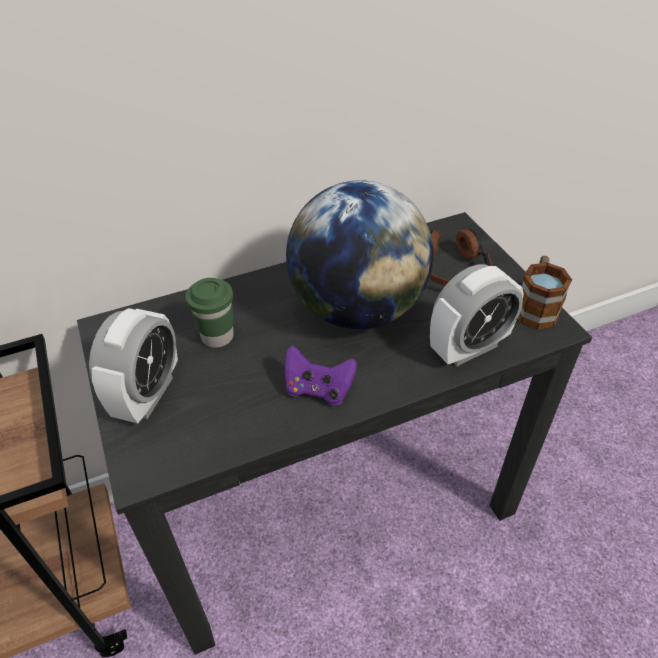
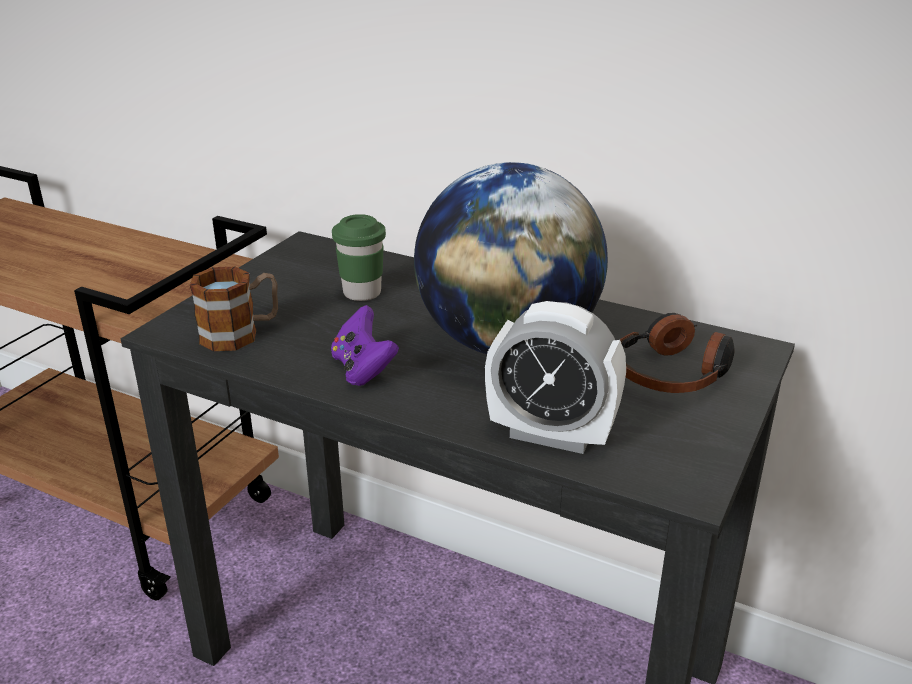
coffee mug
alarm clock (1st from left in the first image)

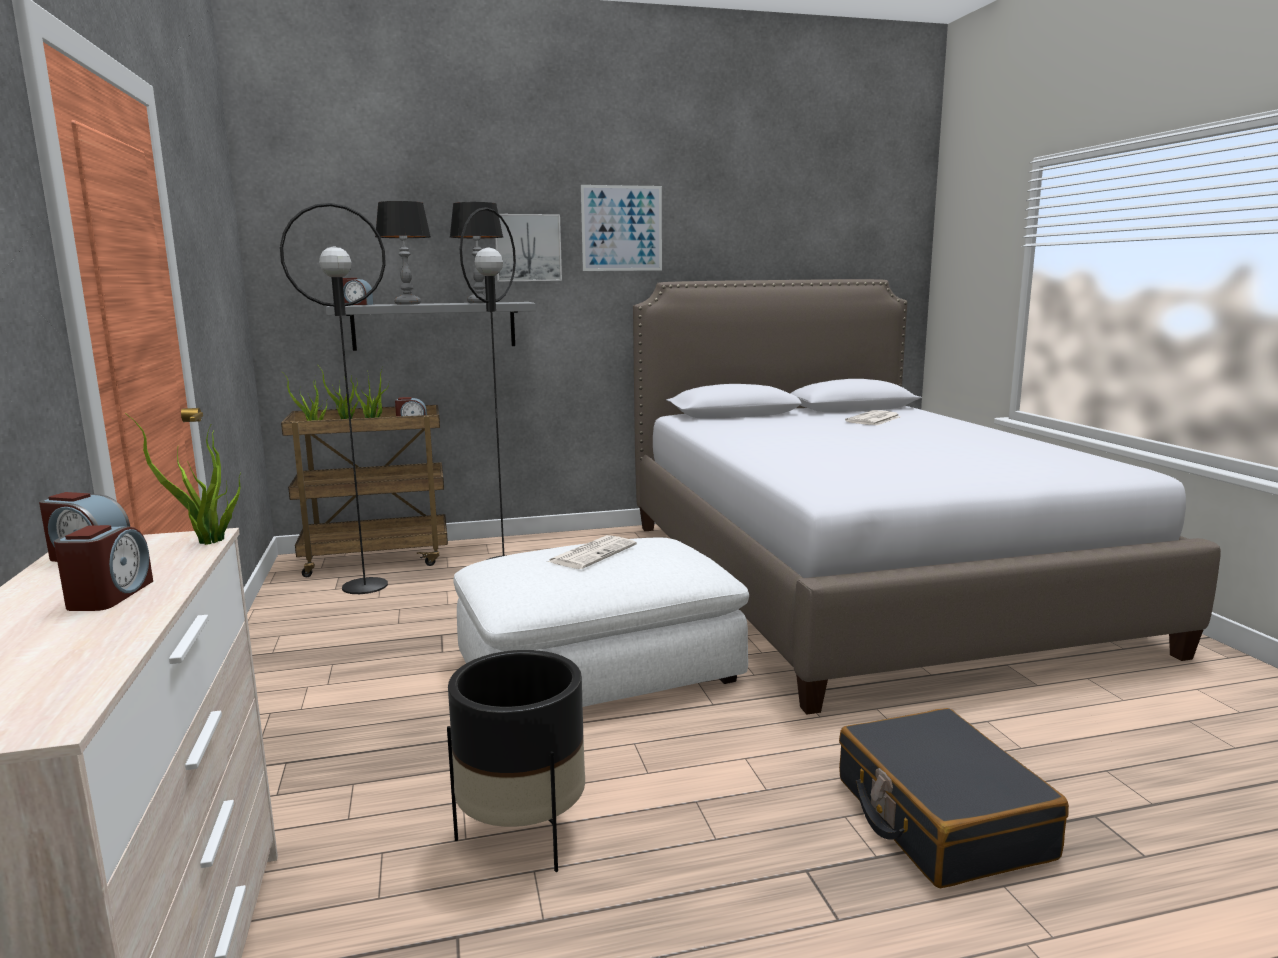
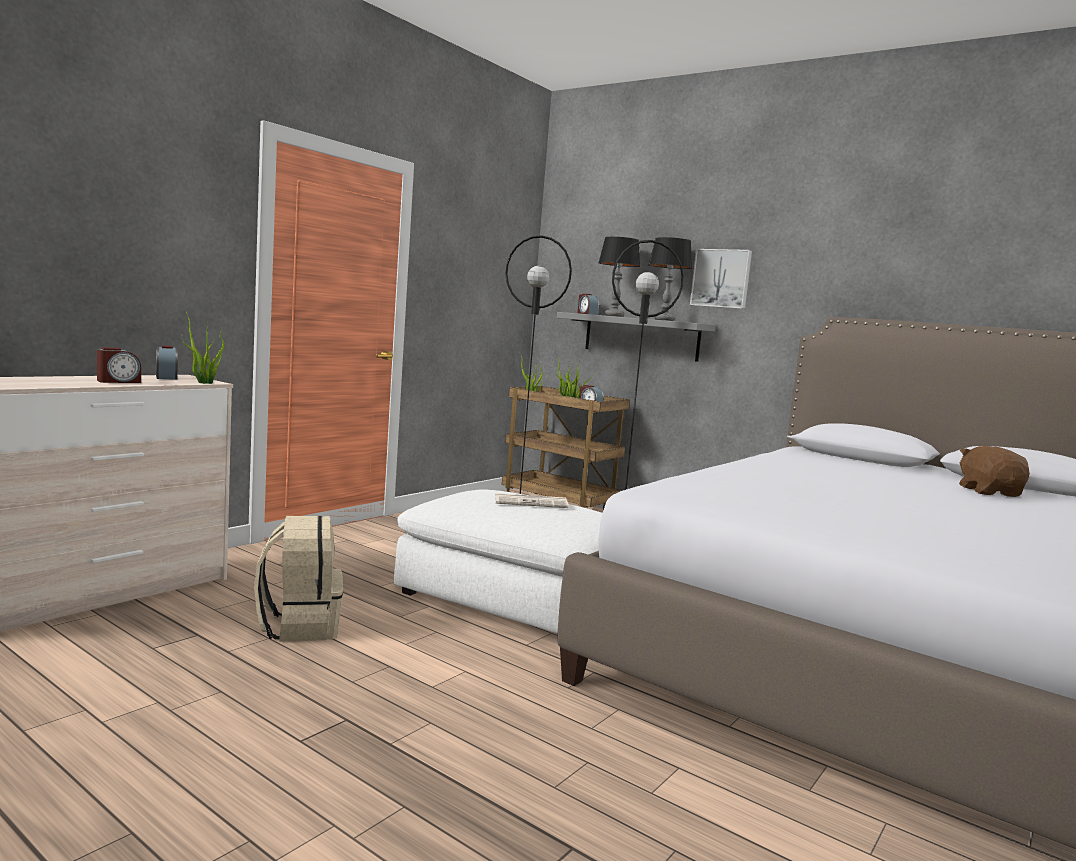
knapsack (beige-coloured)
plush toy (brown)
wall picture (2nd from left in the first image)
suitcase (black)

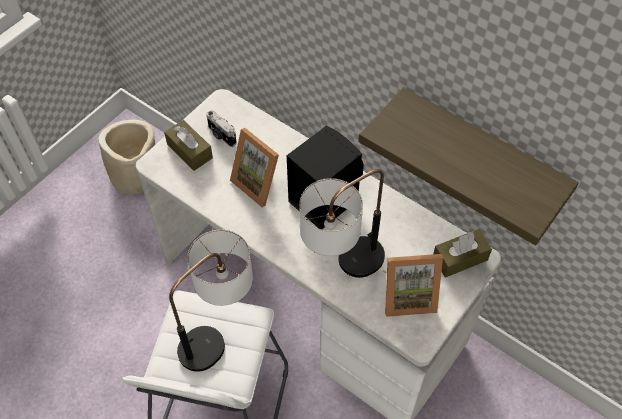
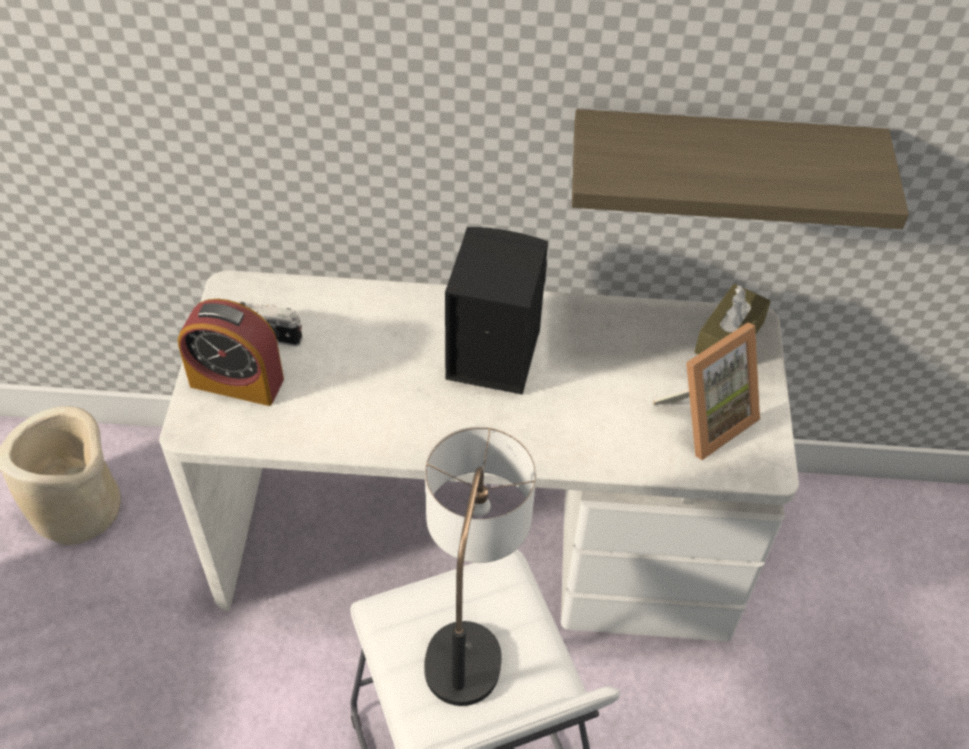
alarm clock
standing frame (1st from left in the first image)
table lamp (2nd from left in the first image)

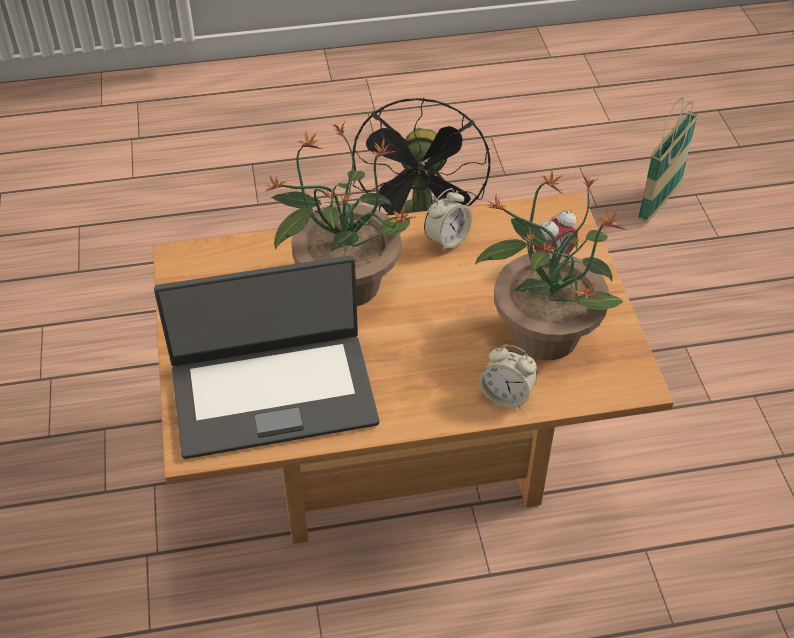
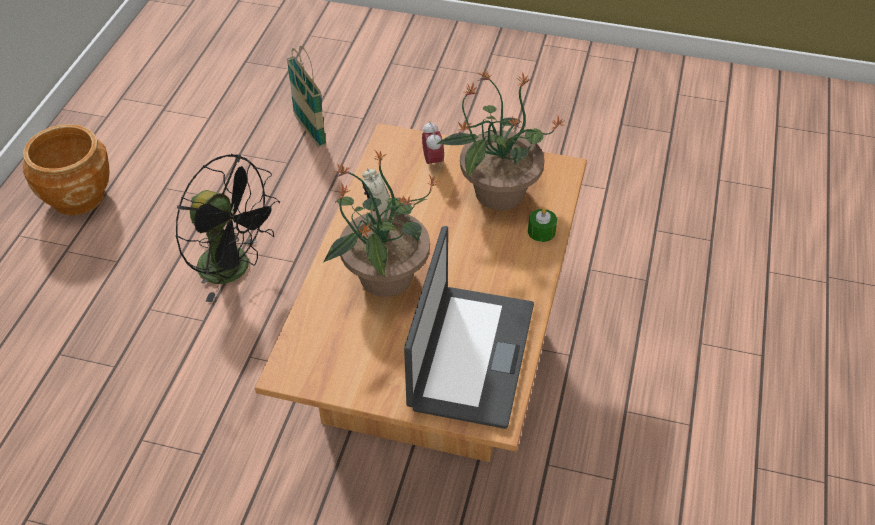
planter (brown)
wax light (green)

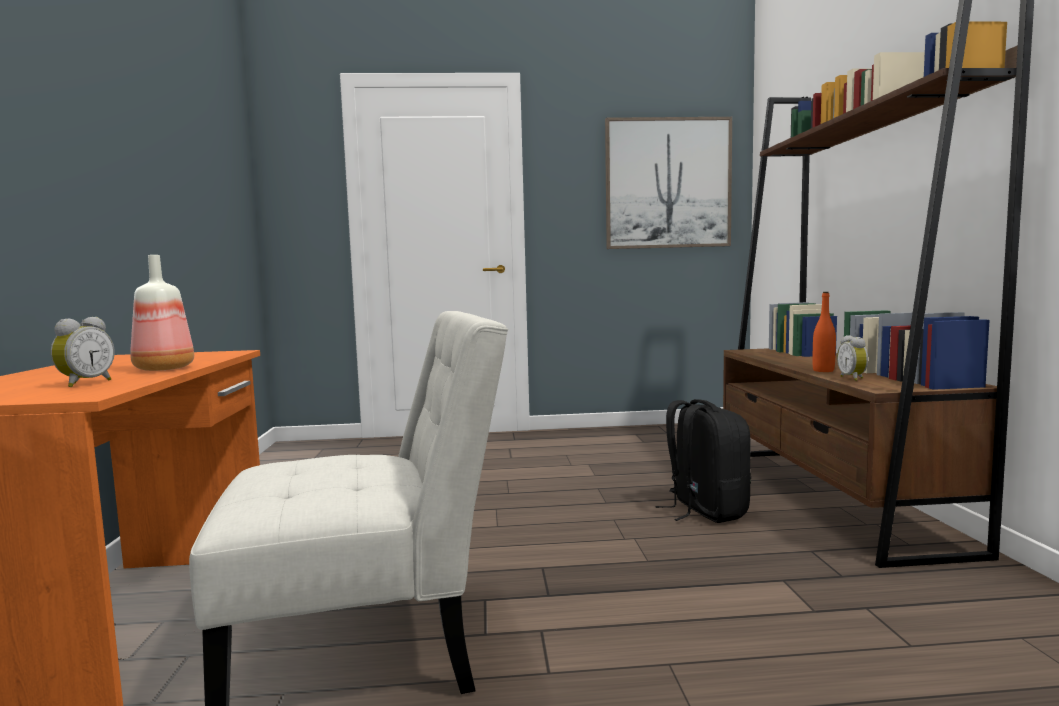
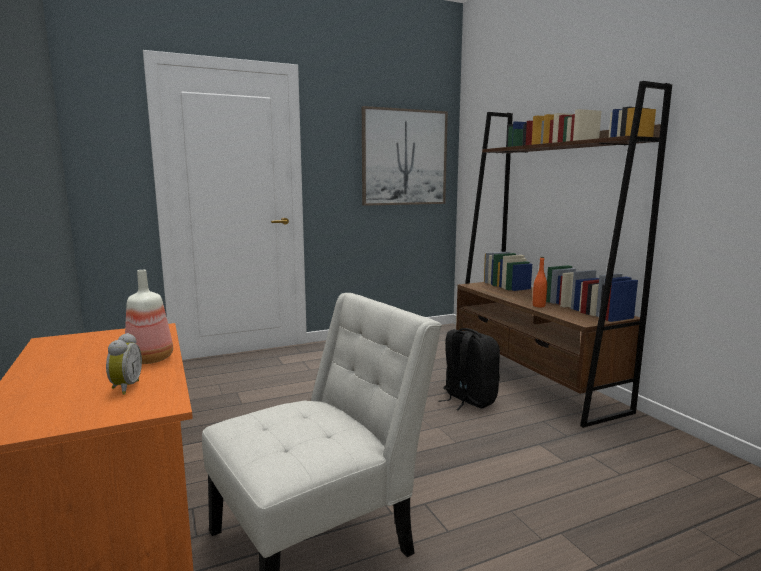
alarm clock (2nd from left in the first image)

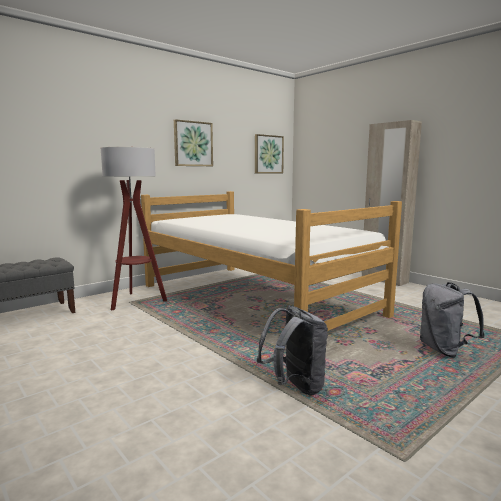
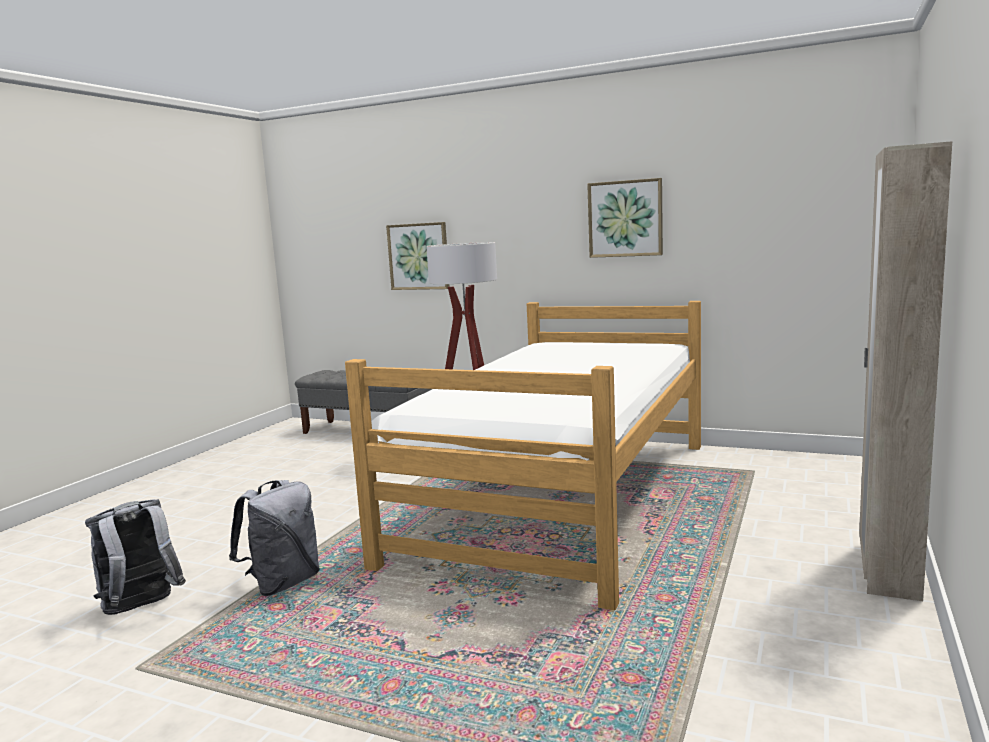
knapsack (greyish) (1st from left)
wall picture (1st from left)

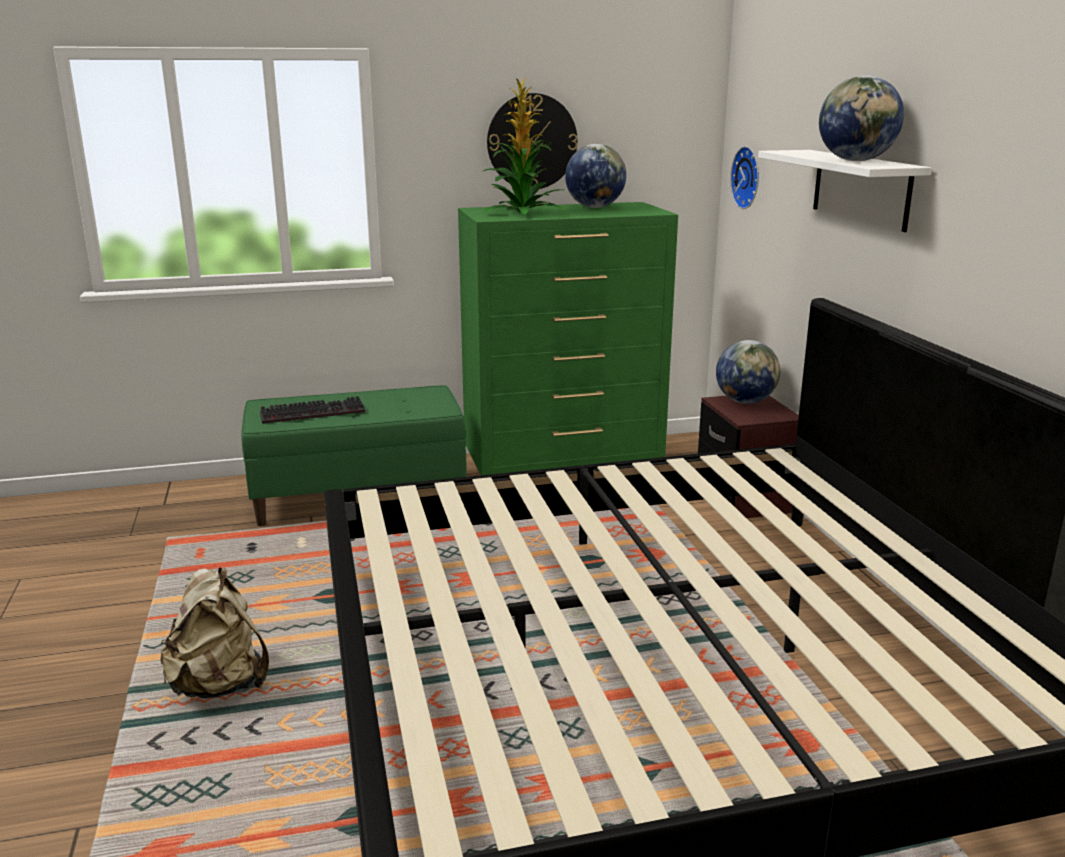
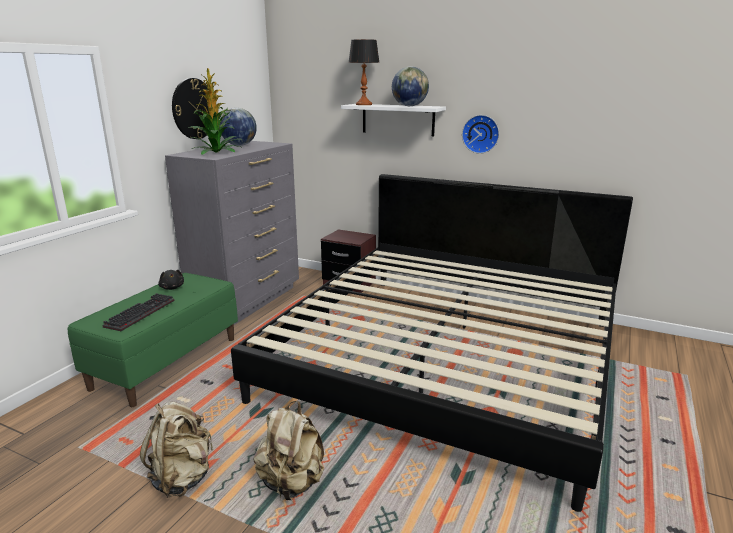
knapsack (beige-coloured) (1st from left)
plush toy (black)
drawer chest (greyish)
table lamp
wall clock (2nd from left)
desk globe (2nd from left in the first image)

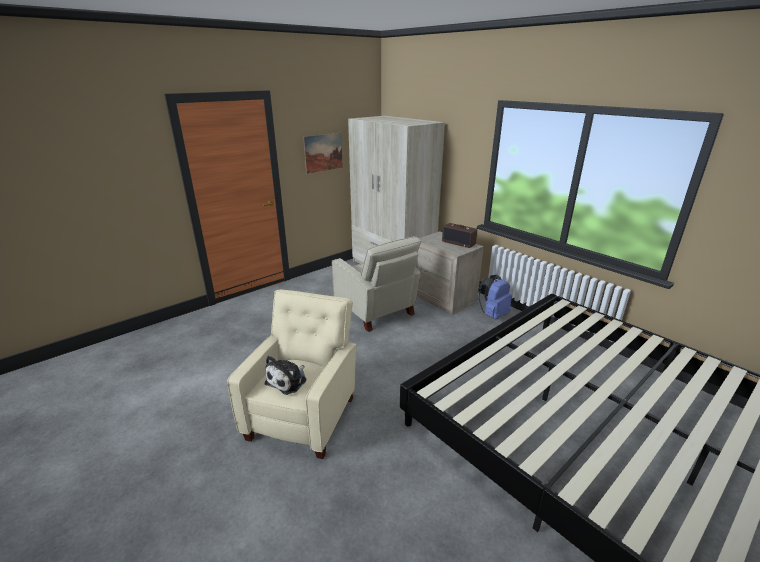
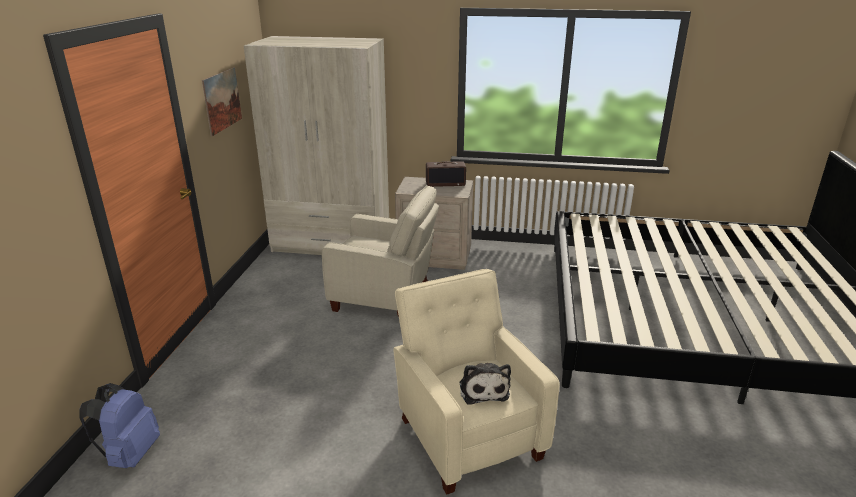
knapsack (bluish)

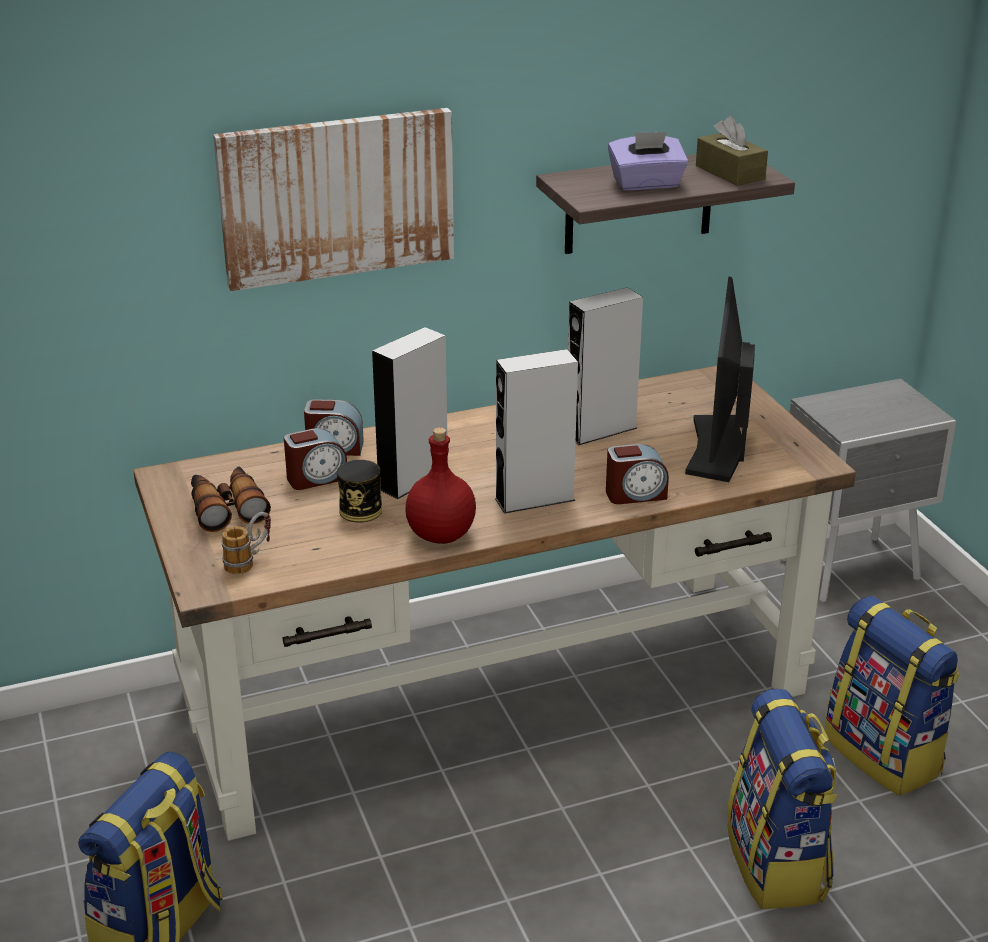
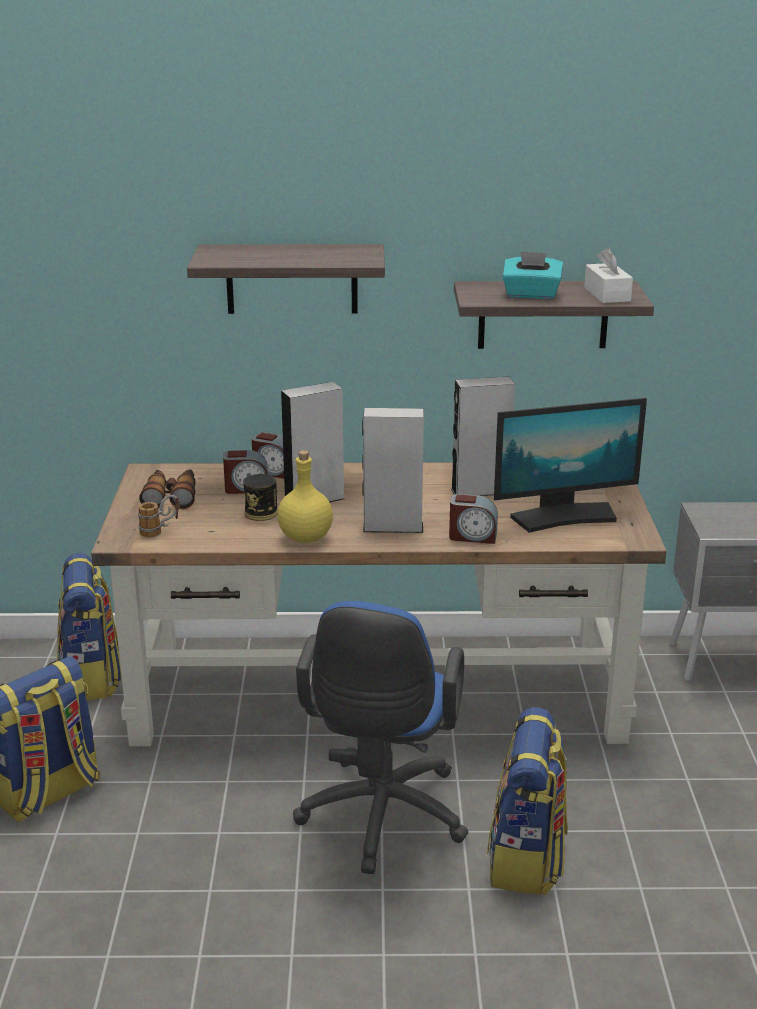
knapsack (2nd from left)
shelf (1st from left)
bottle (yellow)
computer chair (bluish)
computer screen
tissue holder (blue-green)
tissue holder (white)

